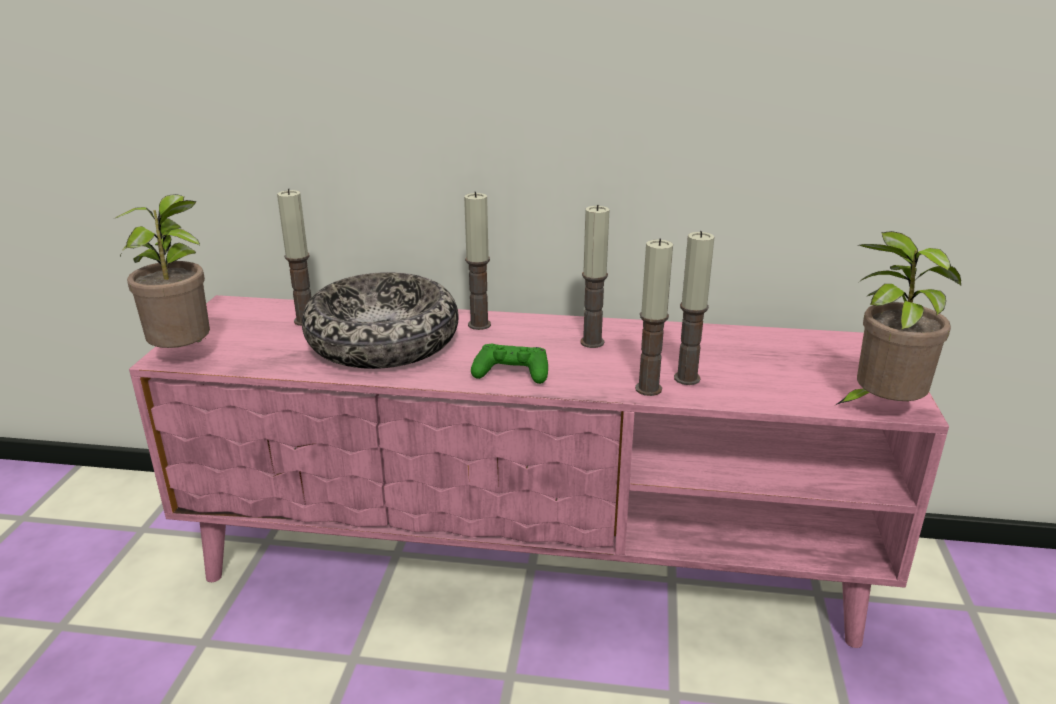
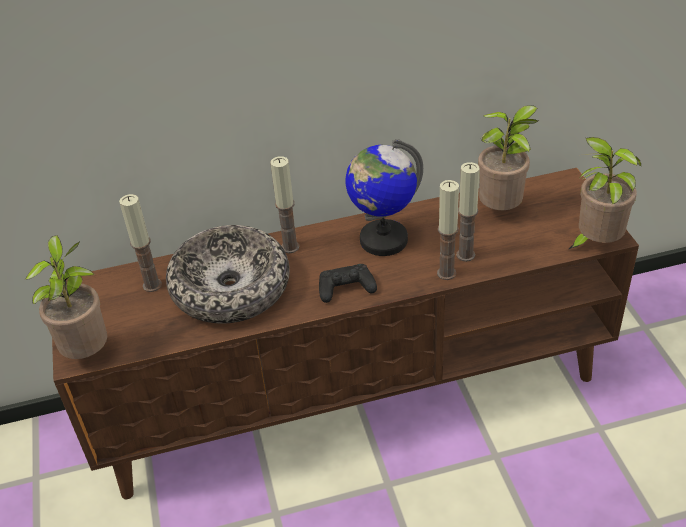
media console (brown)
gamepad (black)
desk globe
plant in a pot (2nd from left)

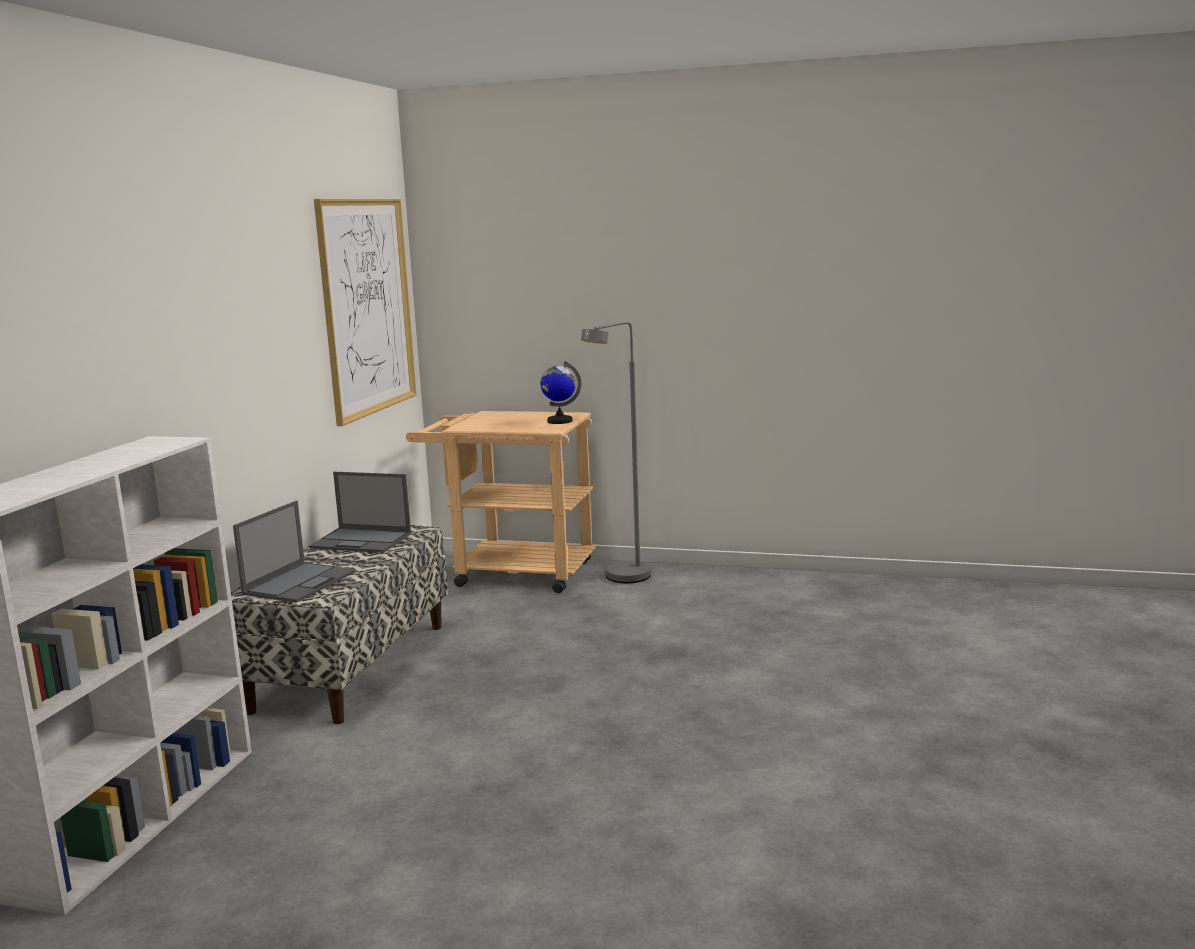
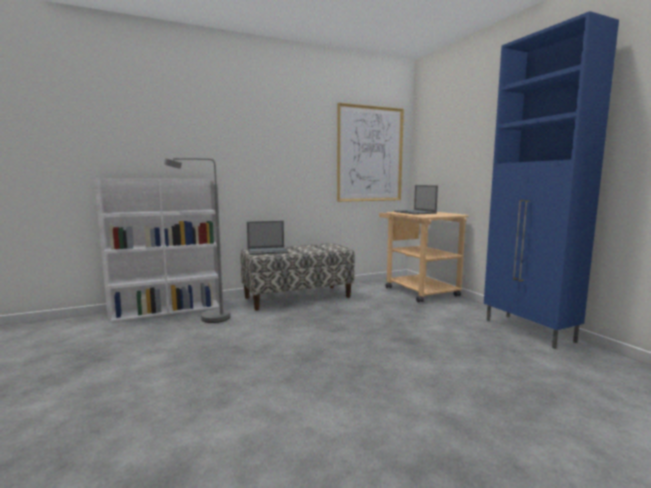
standard lamp (greyish)
laptop (2nd from left)
cabinet (bluish)
desk globe

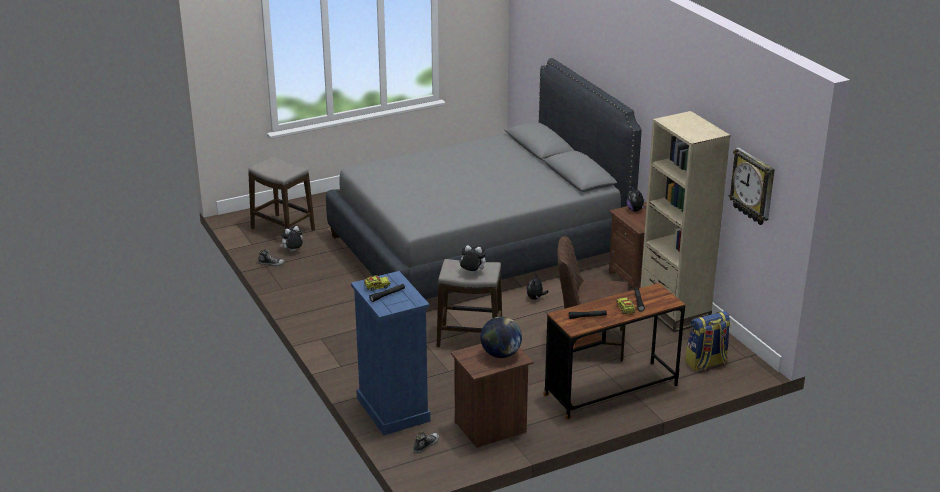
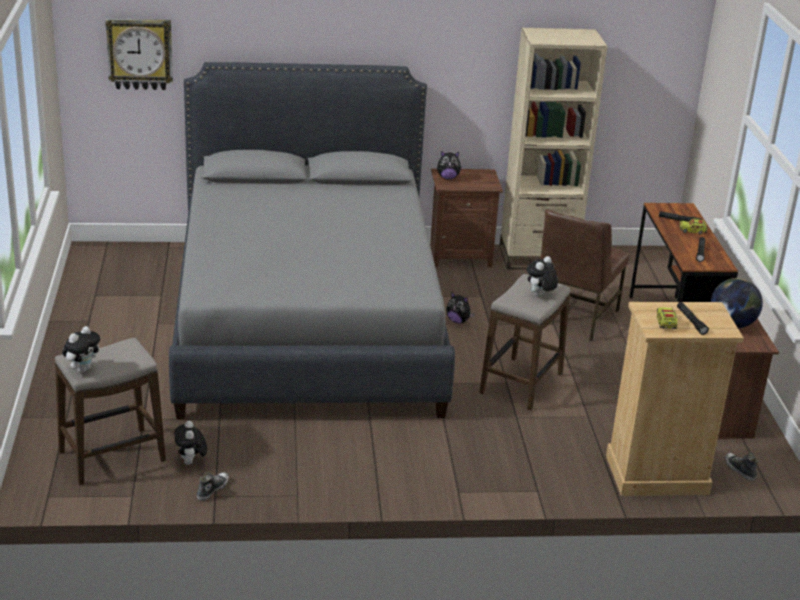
plush toy (1st from left)
wall clock
drawer chest (beige-coloured)
knapsack

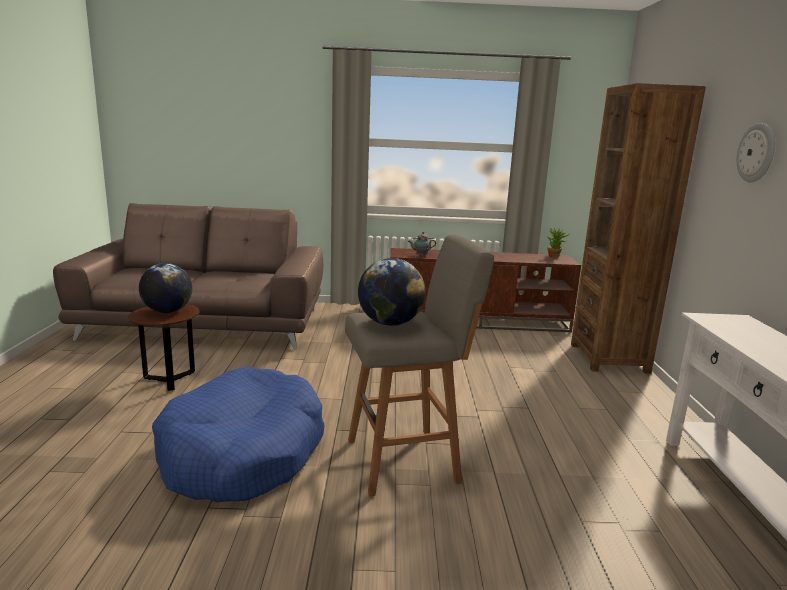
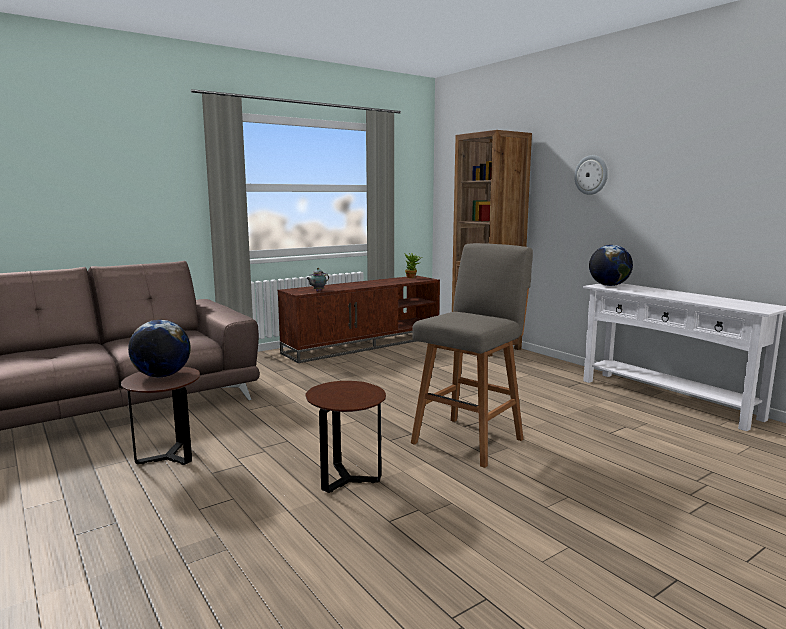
end table (brown) (2nd from left)
desk globe (2nd from left)

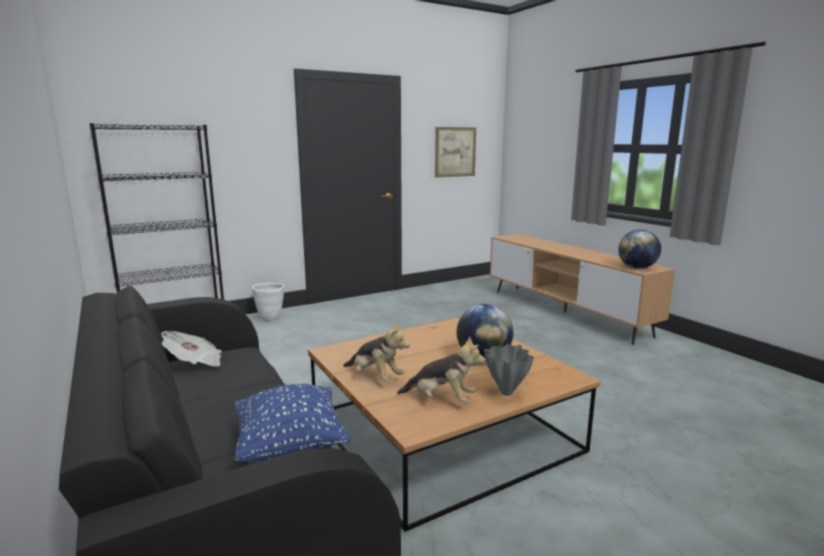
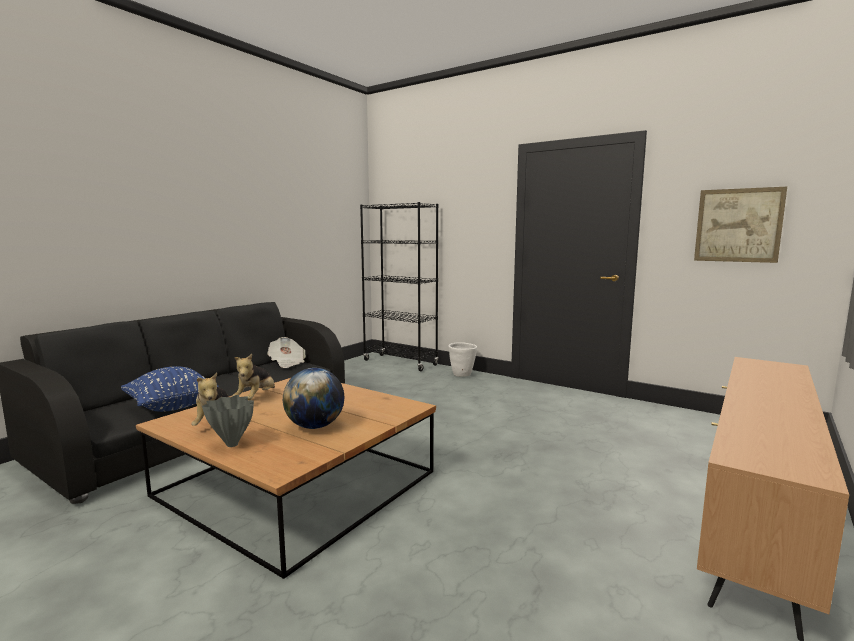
desk globe (2nd from left in the first image)

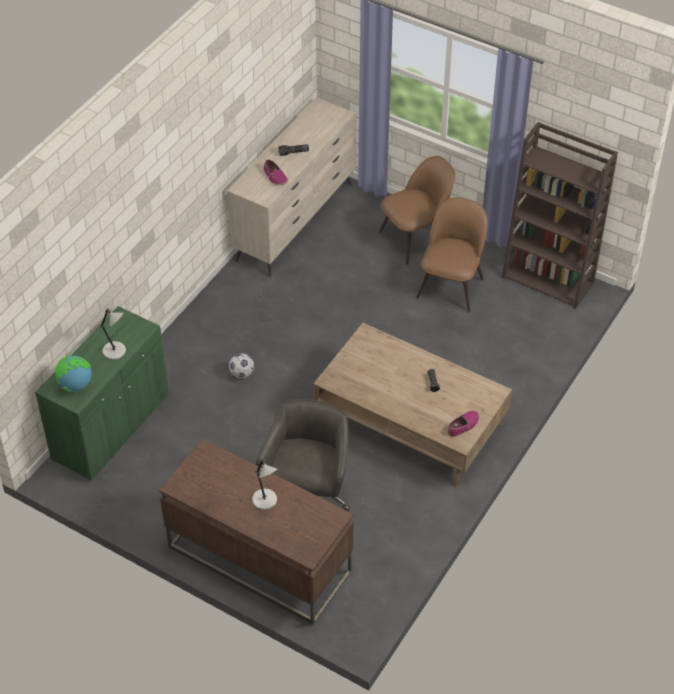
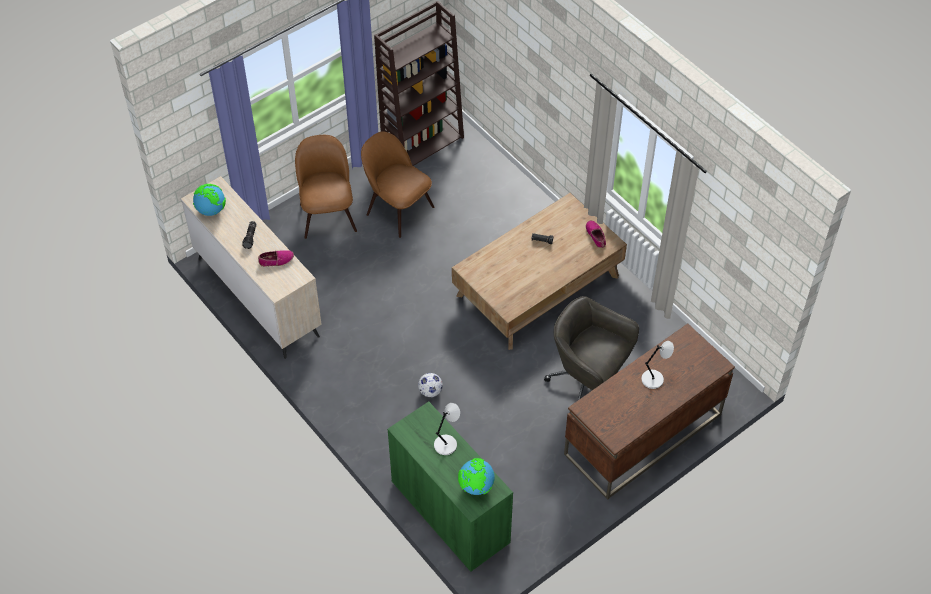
desk globe (1st from left)

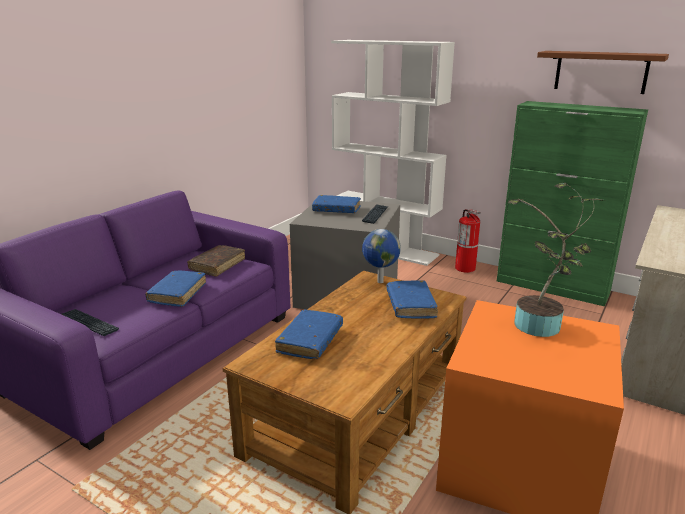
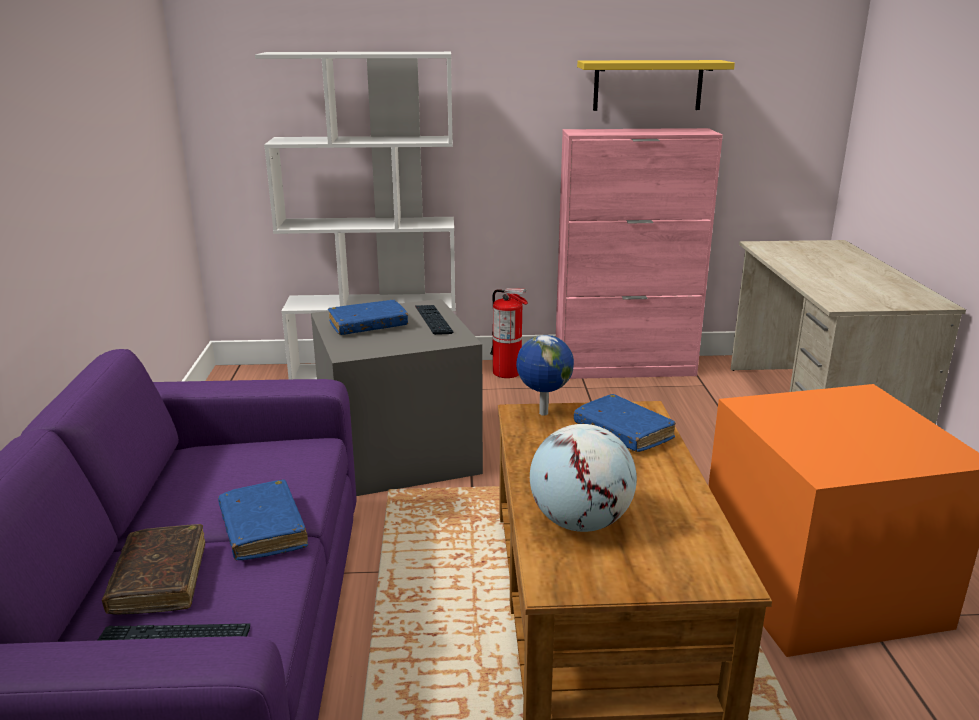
volume (brown)
desk globe (2nd from left)
cabinet (pink-coloured)
shelf (yellow)
plant in a pot

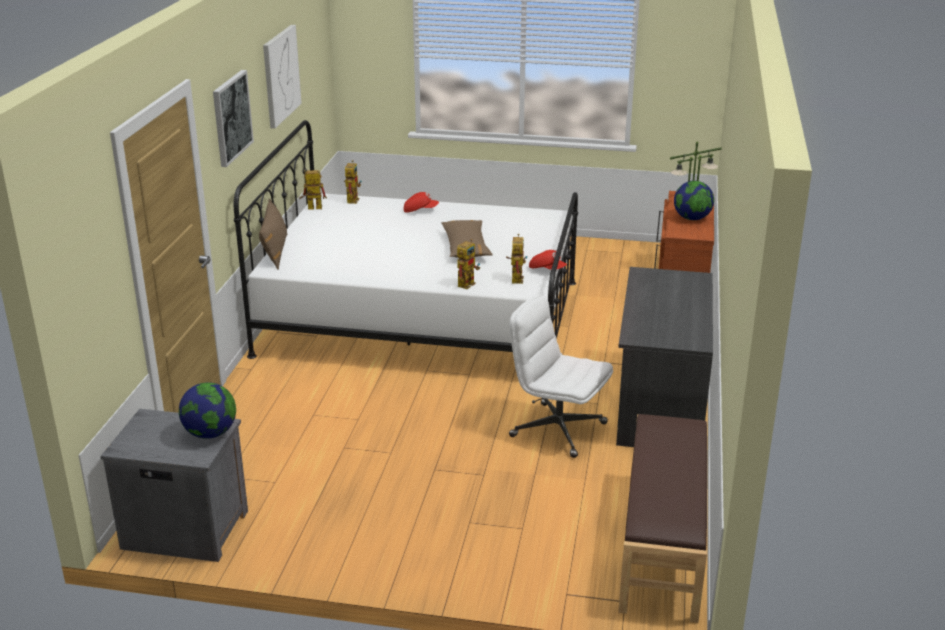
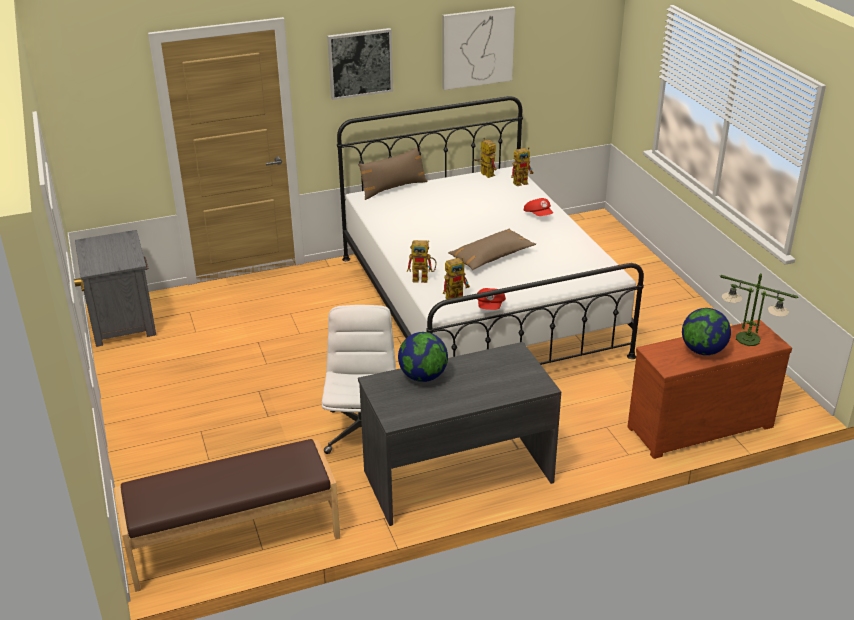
desk globe (1st from left)

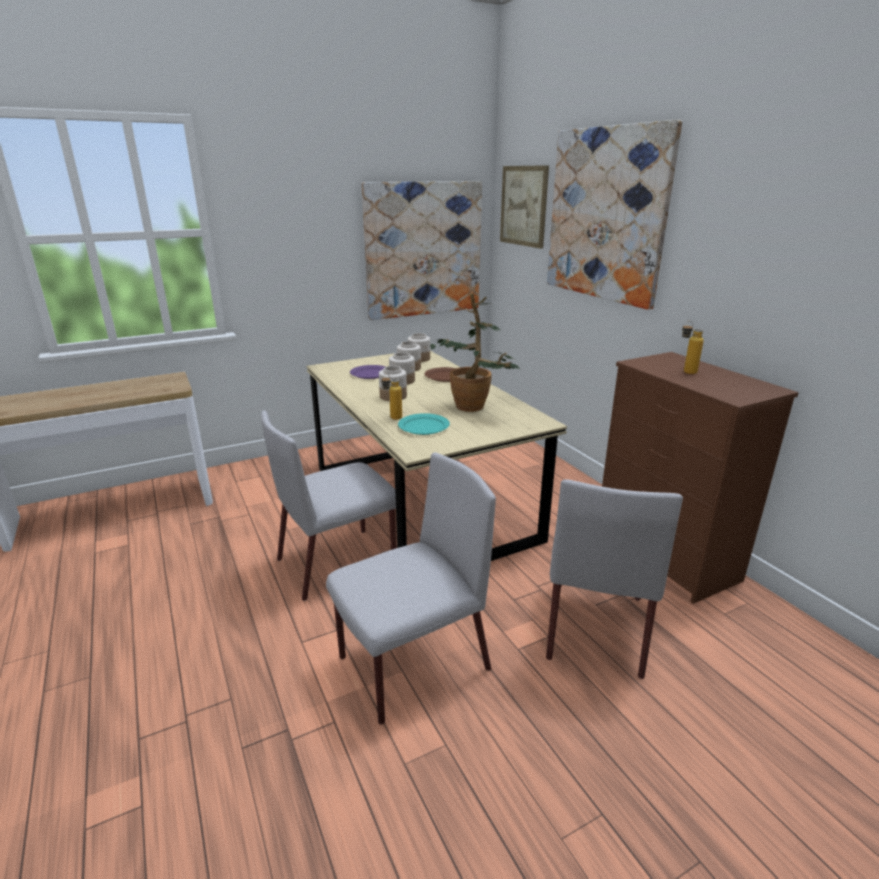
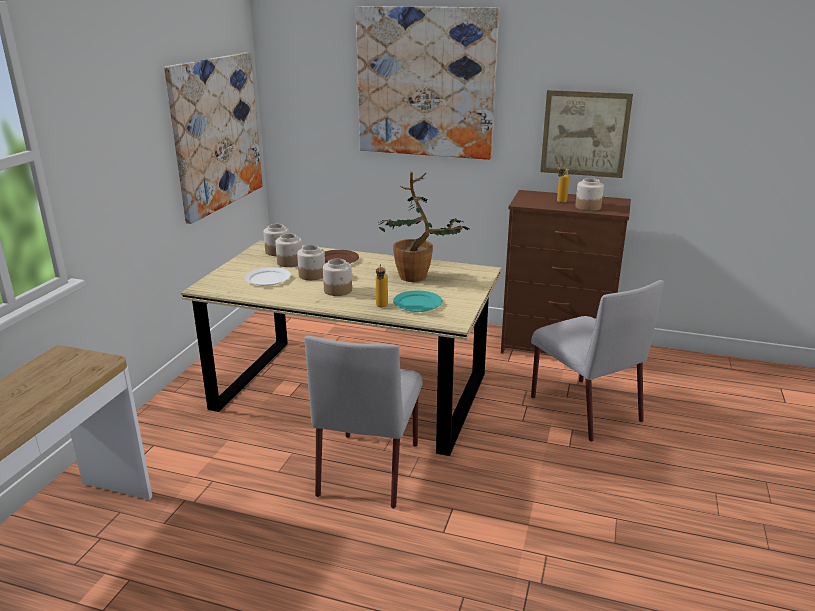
dinner plate (white)
wall picture (3rd from left)
jar (5th from left)
chair (greyish) (2nd from left in the first image)

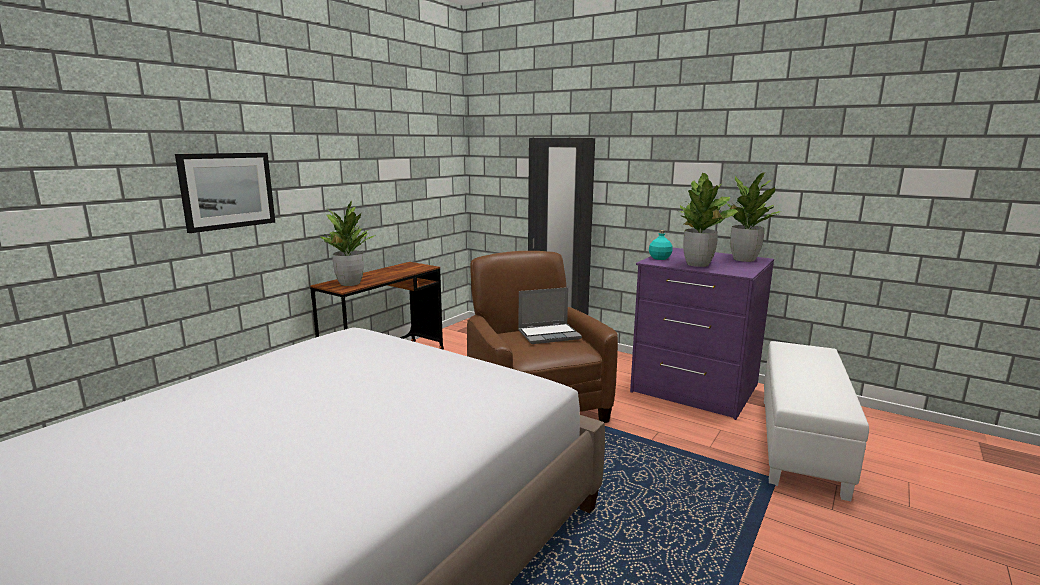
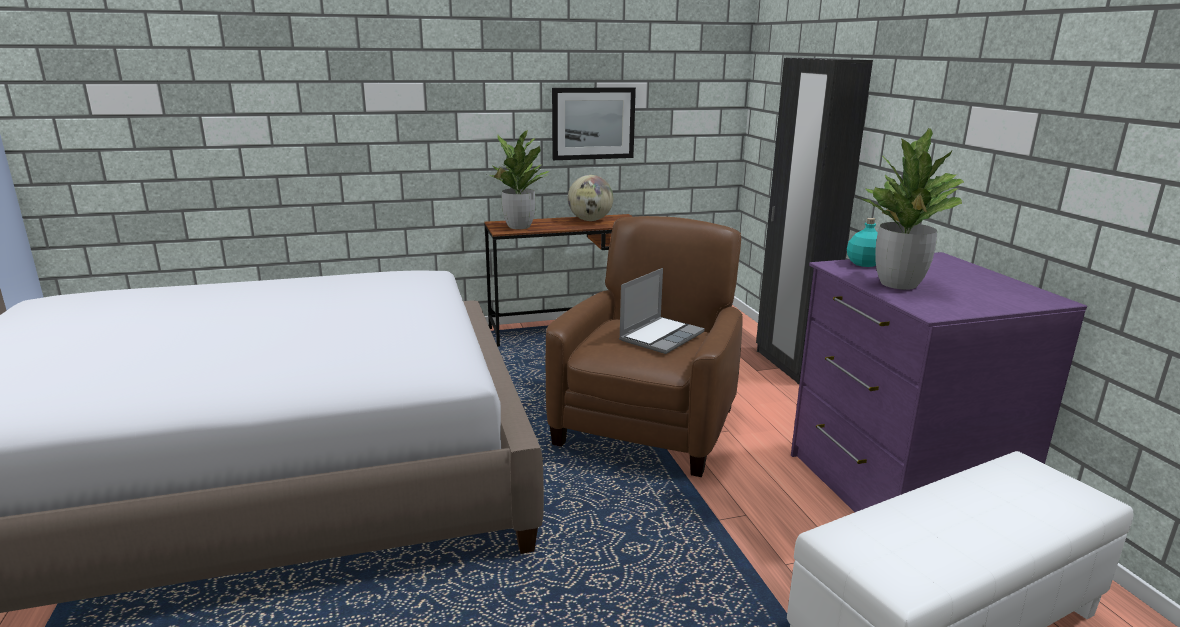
wall picture
desk globe
laptop
plant in a pot (3rd from left in the first image)

